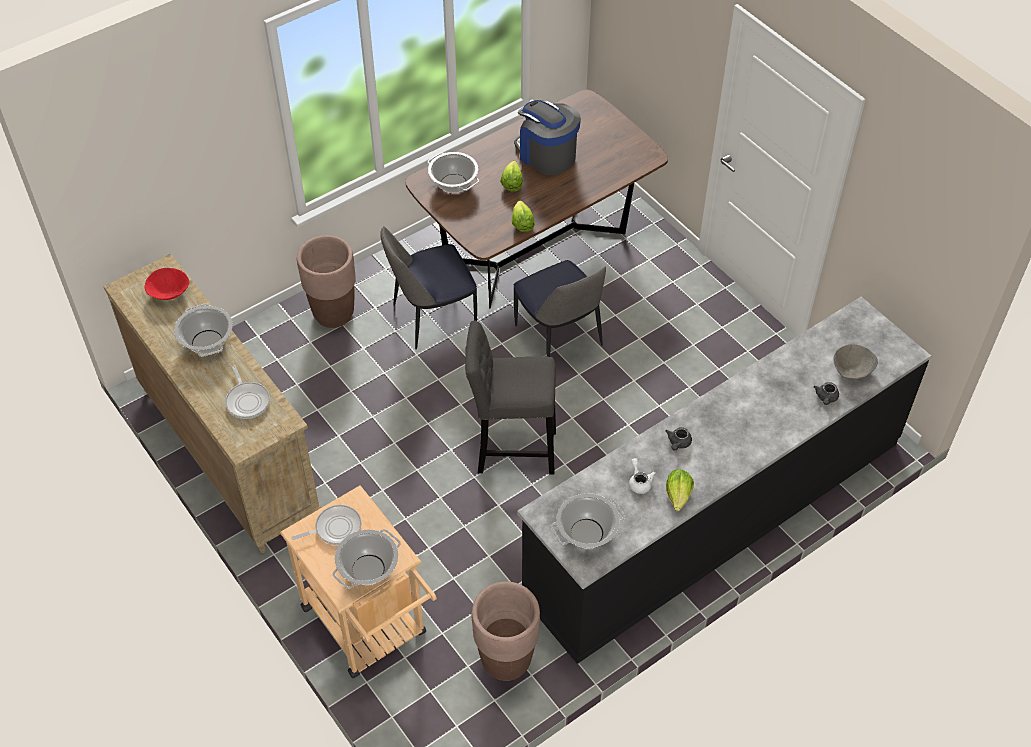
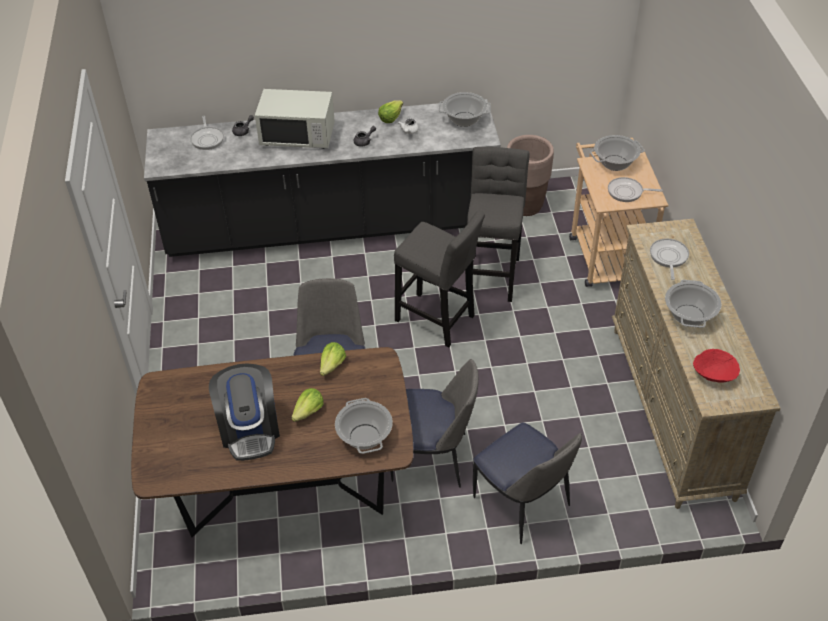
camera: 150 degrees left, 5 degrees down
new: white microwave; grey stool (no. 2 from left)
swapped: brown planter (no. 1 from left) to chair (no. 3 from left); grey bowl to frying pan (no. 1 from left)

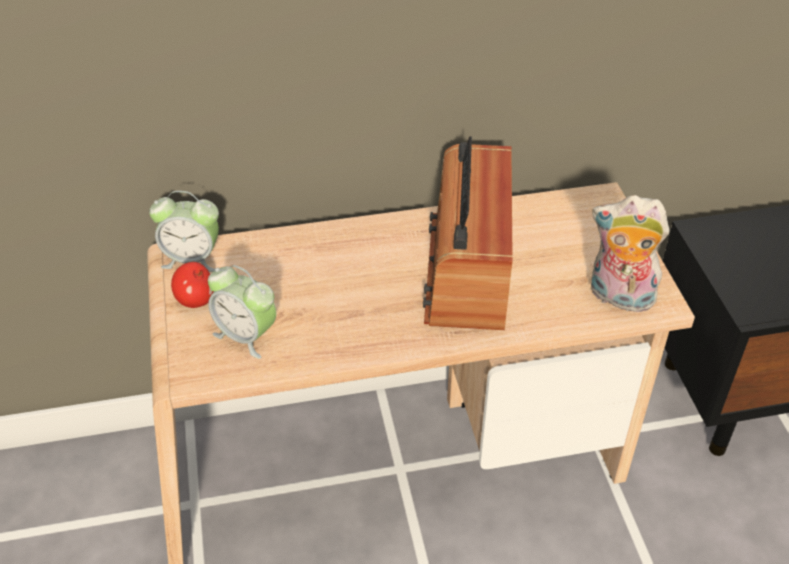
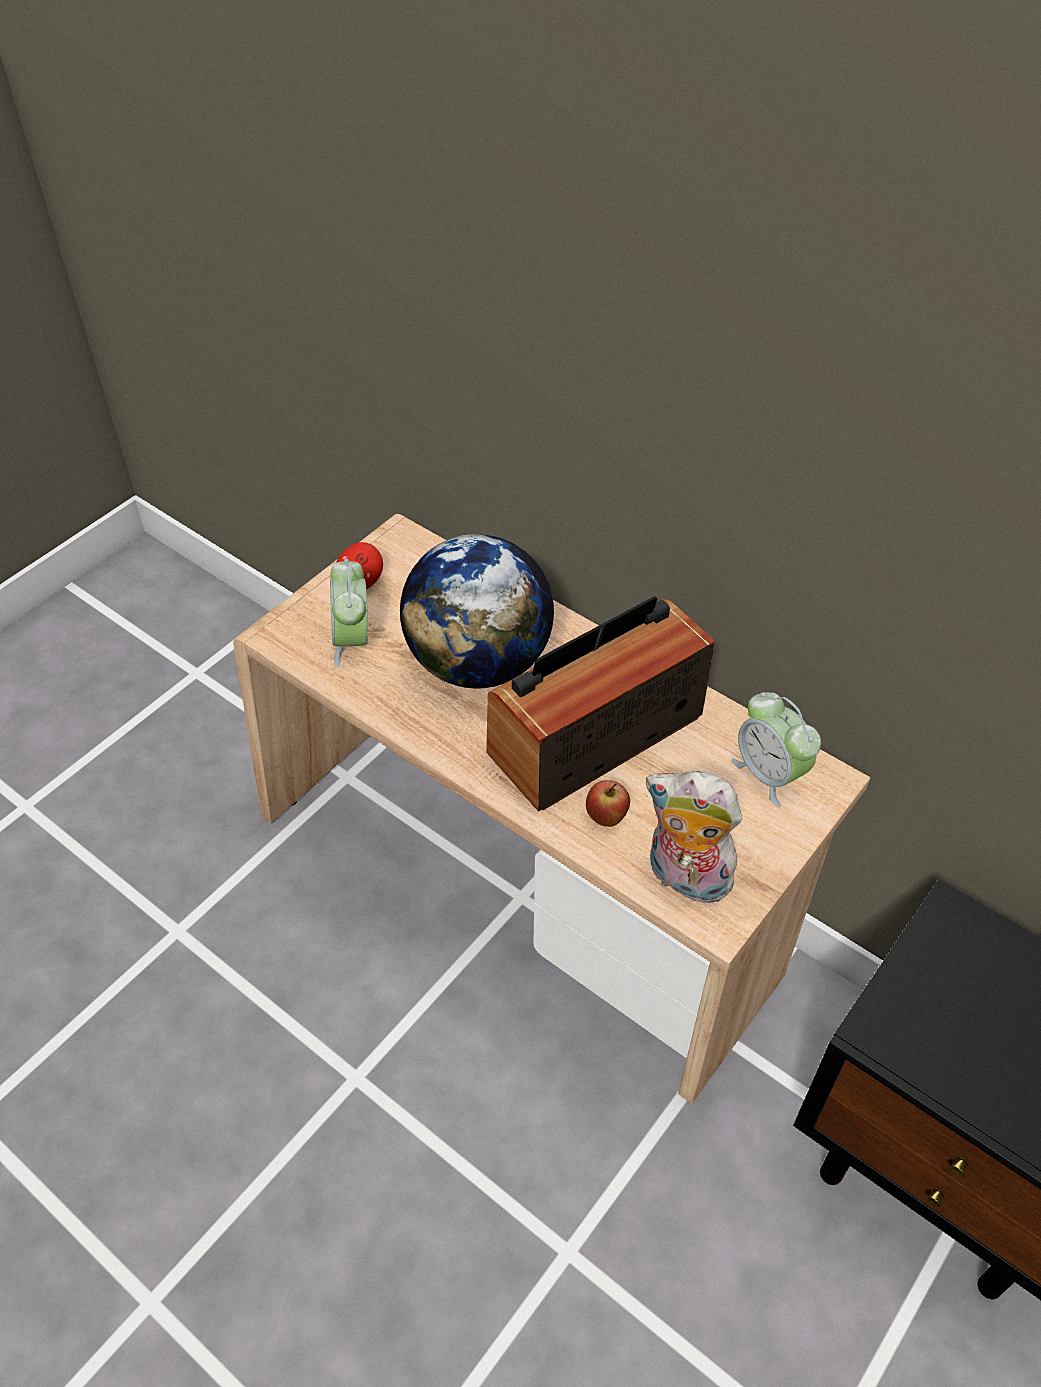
camera: 50 degrees right, 5 degrees up
new: globe; apple (no. 2 from left)
shifted: alarm clock (no. 1 from left in the first image) to alarm clock (no. 2 from left)
rotated: plush toy 45 degrees counterclockwise

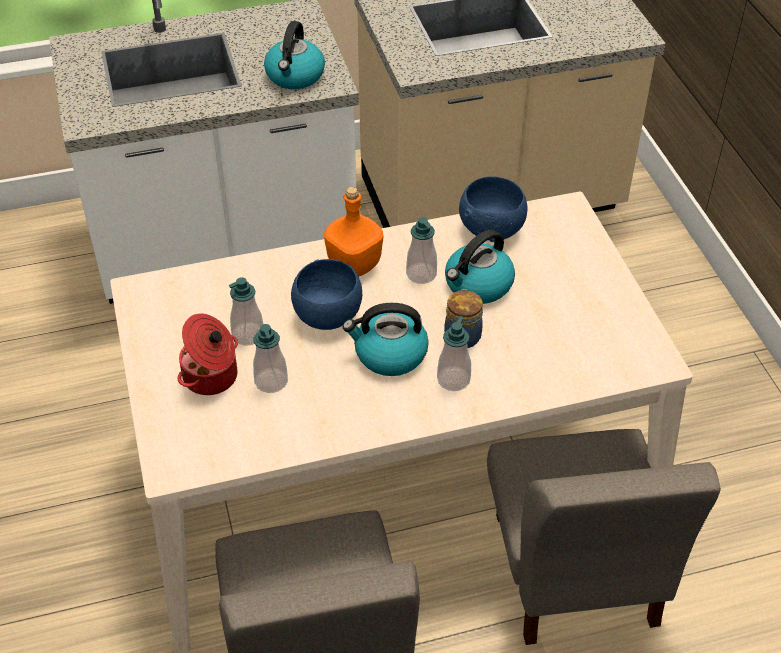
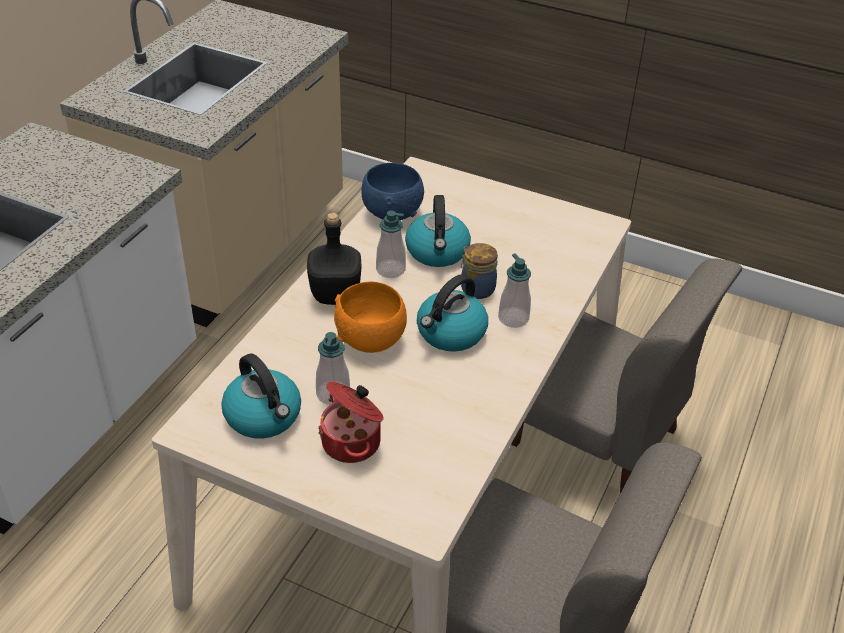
camera: 50 degrees left, 5 degrees down
gone: soap dispenser (no. 2 from left)
shifted: kettle (no. 1 from left)
repainted: orange bottle to black bottle; blue bowl (no. 1 from left) to orange bowl

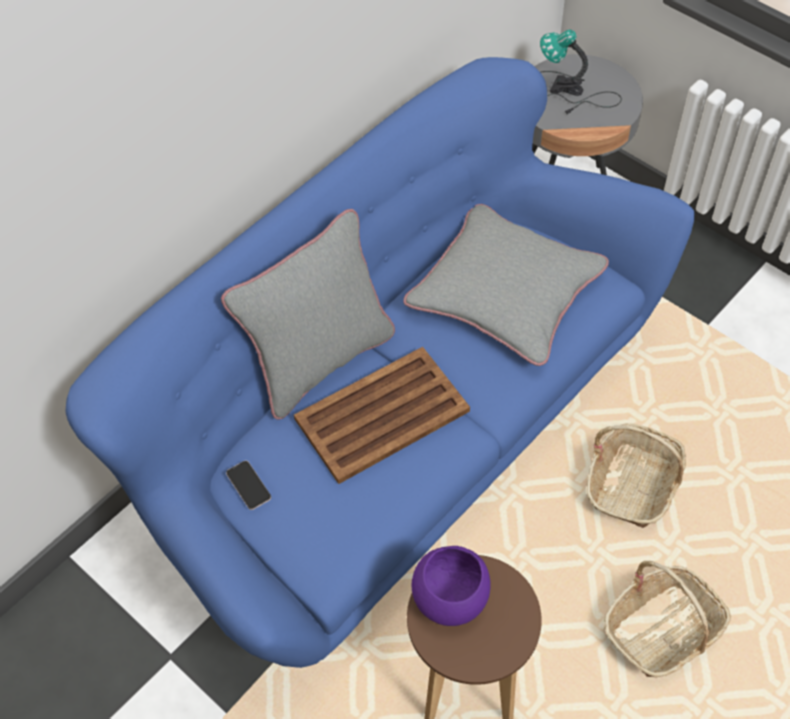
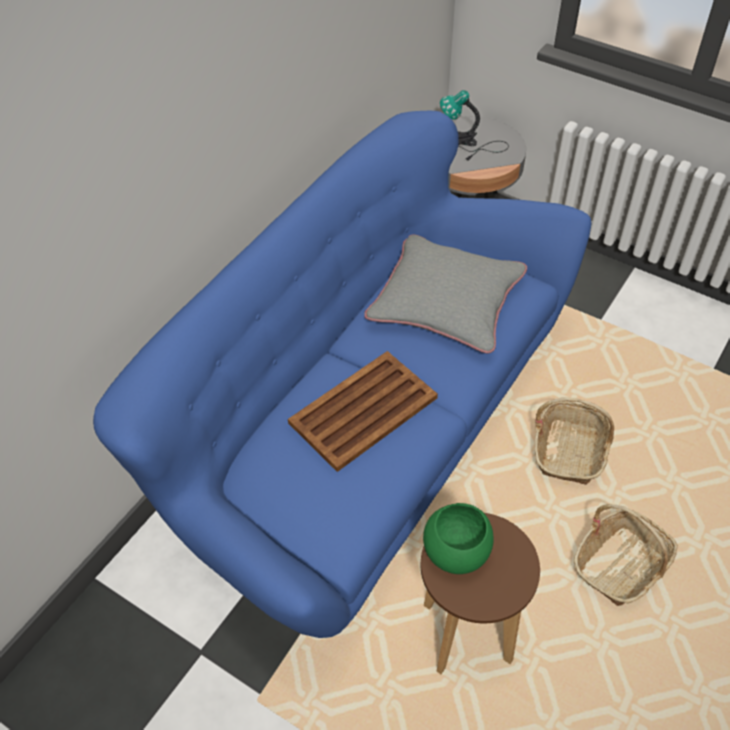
camera: 10 degrees left, 5 degrees down
gone: grey pillow (no. 1 from left); phone
repainted: purple bowl to green bowl

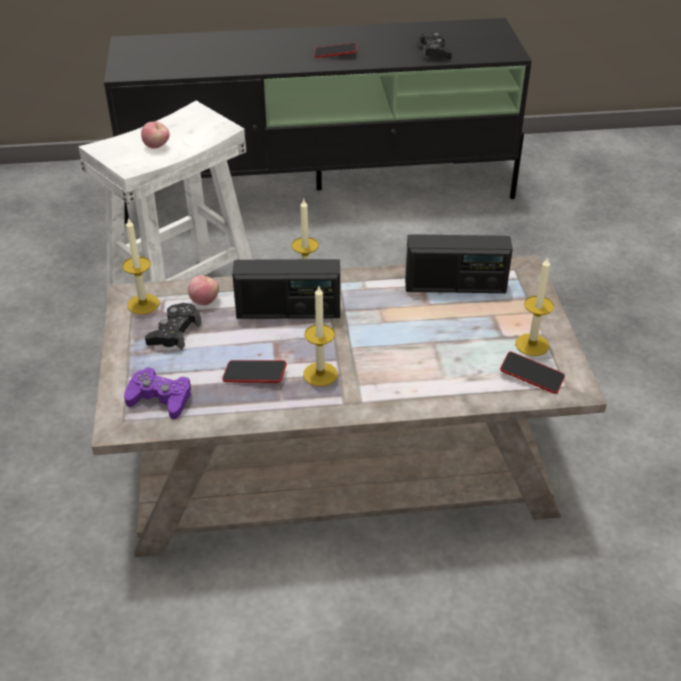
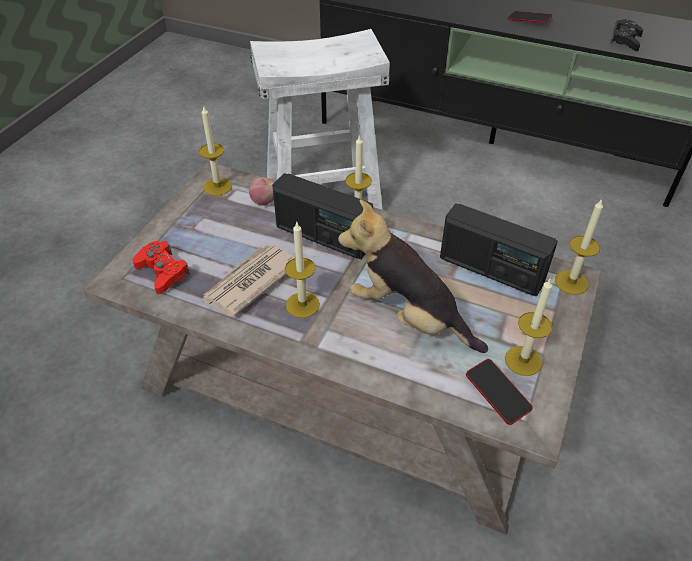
camera: 30 degrees right, 5 degrees up
gone: apple (no. 1 from left); black game controller (no. 1 from left)
new: candle (no. 5 from left); plush toy
swapped: phone (no. 1 from left) to newspaper
repainted: purple game controller to red game controller

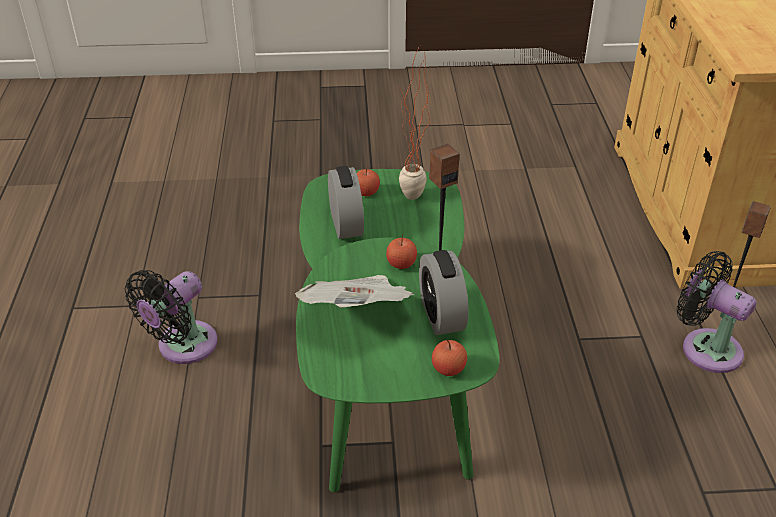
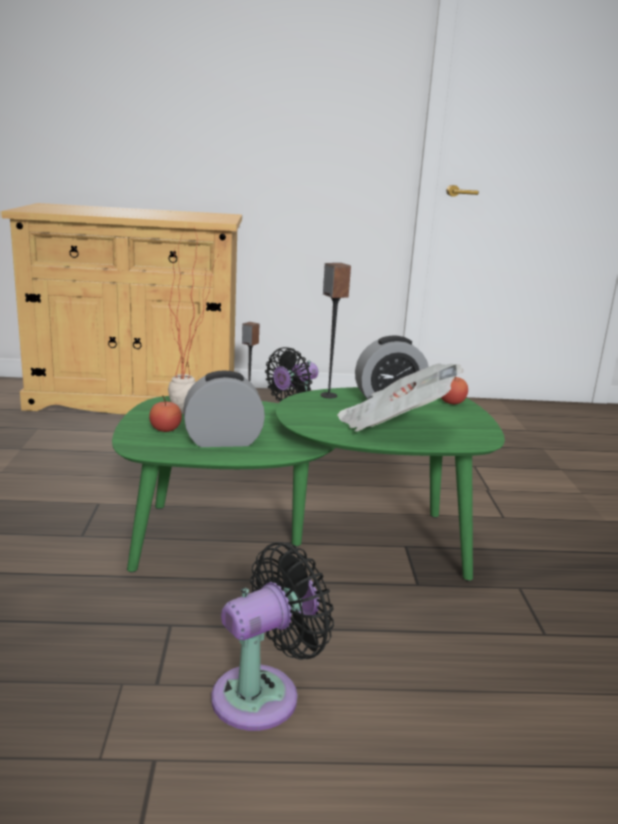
camera: 90 degrees left, 20 degrees down
gone: apple (no. 2 from left)
rotated: black fan (no. 1 from left) 75 degrees counterclockwise

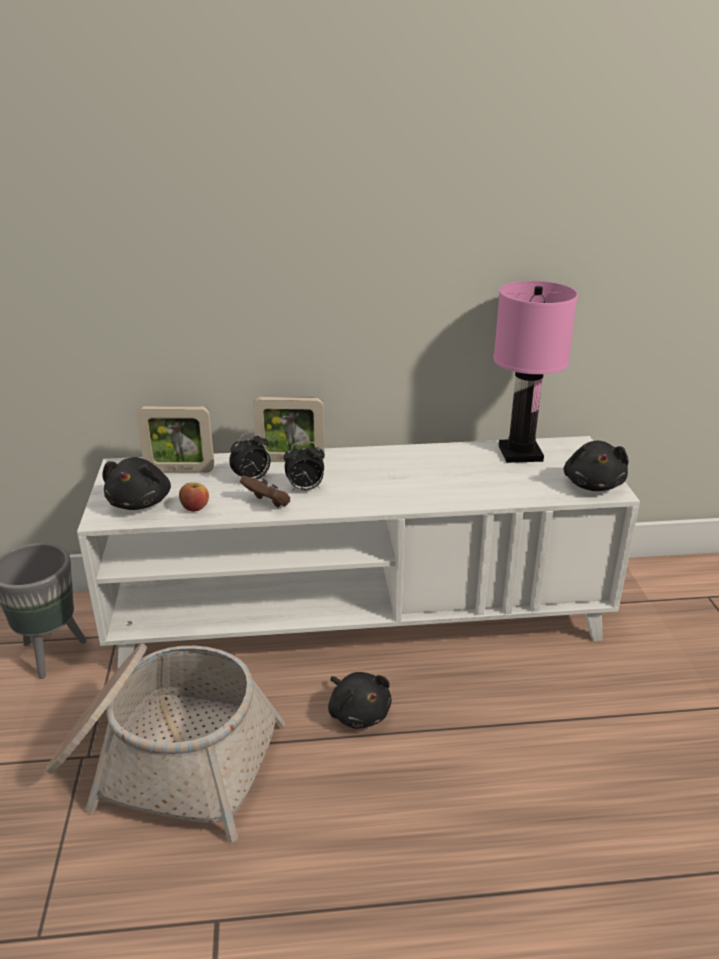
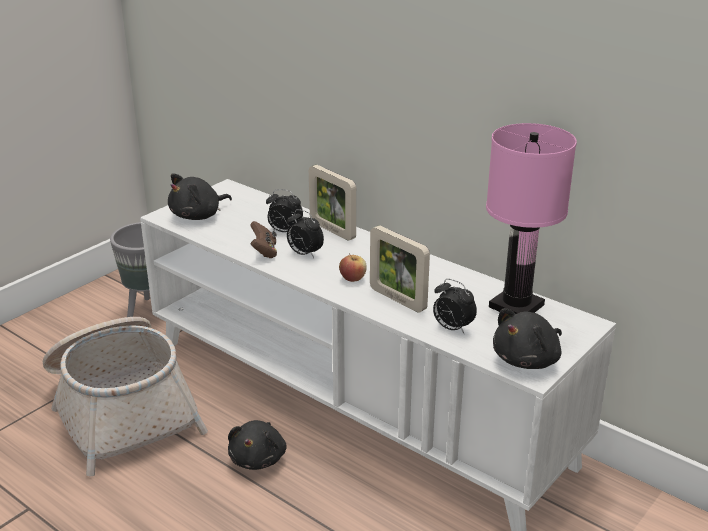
camera: 45 degrees right, 0 degrees up
new: alarm clock (no. 3 from left)
shifted: picture frame (no. 1 from left in the first image) to picture frame (no. 2 from left); apple

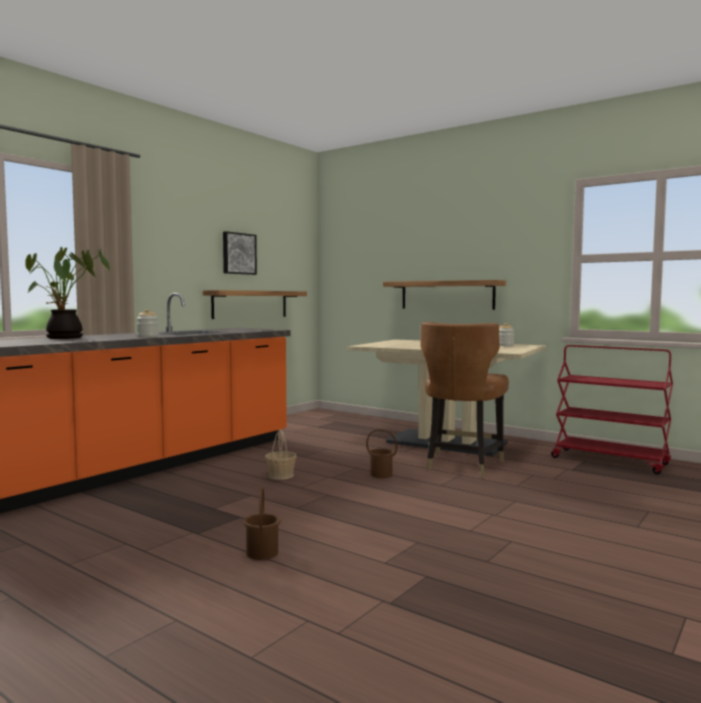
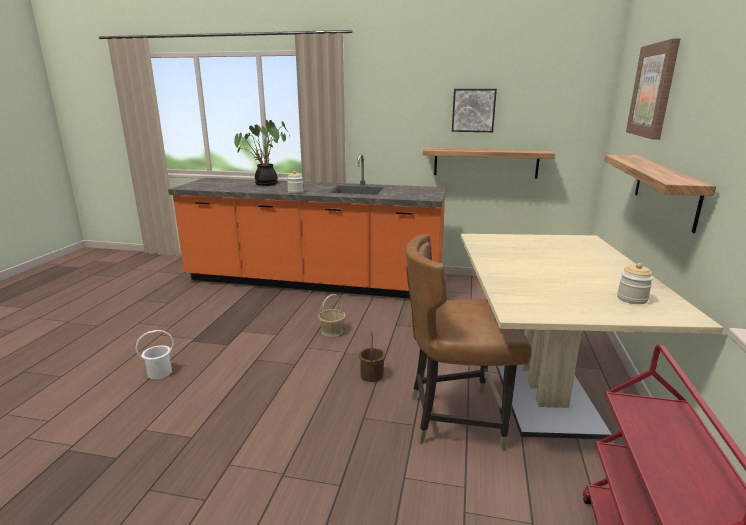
camera: 65 degrees right, 15 degrees up
new: picture (no. 2 from left)
repainted: brown bucket (no. 1 from left) to white bucket

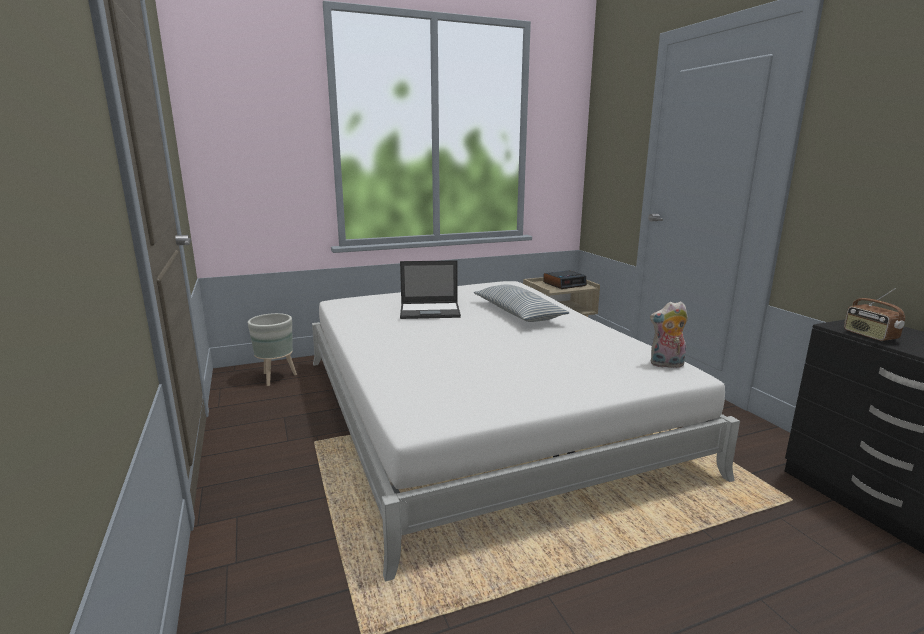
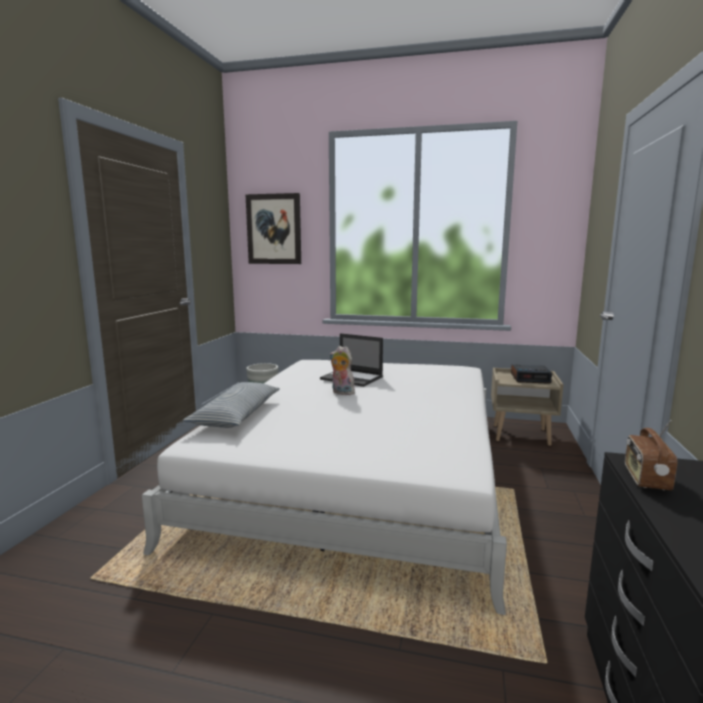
camera: 35 degrees right, 5 degrees down
new: picture
shifted: pillow; plush toy

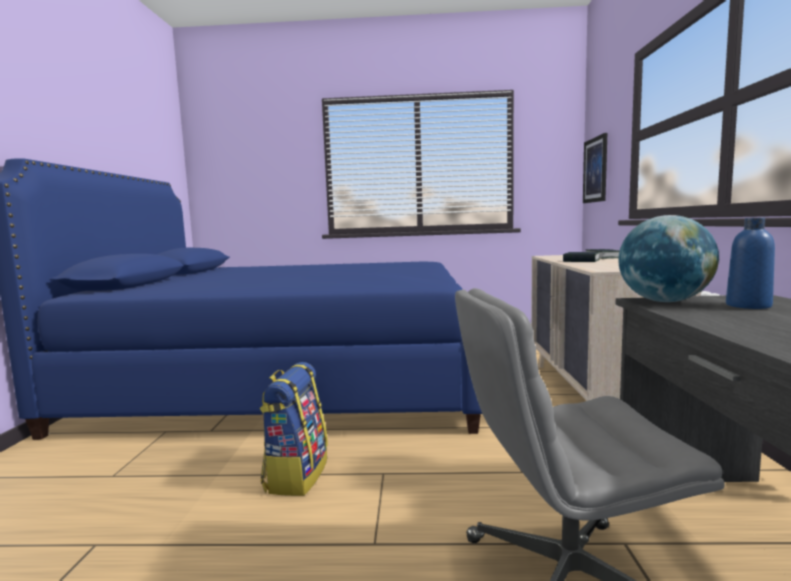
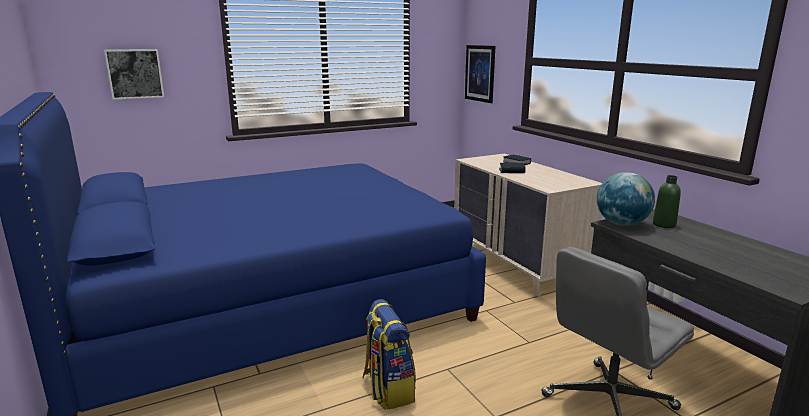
camera: 30 degrees left, 10 degrees up
new: picture (no. 1 from left)
repainted: blue bottle to green bottle

